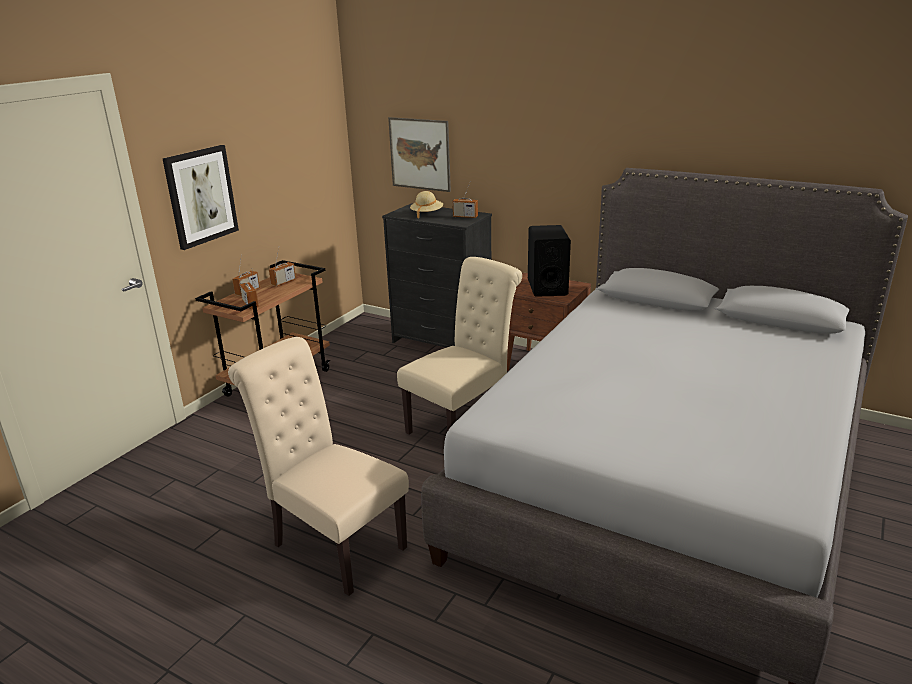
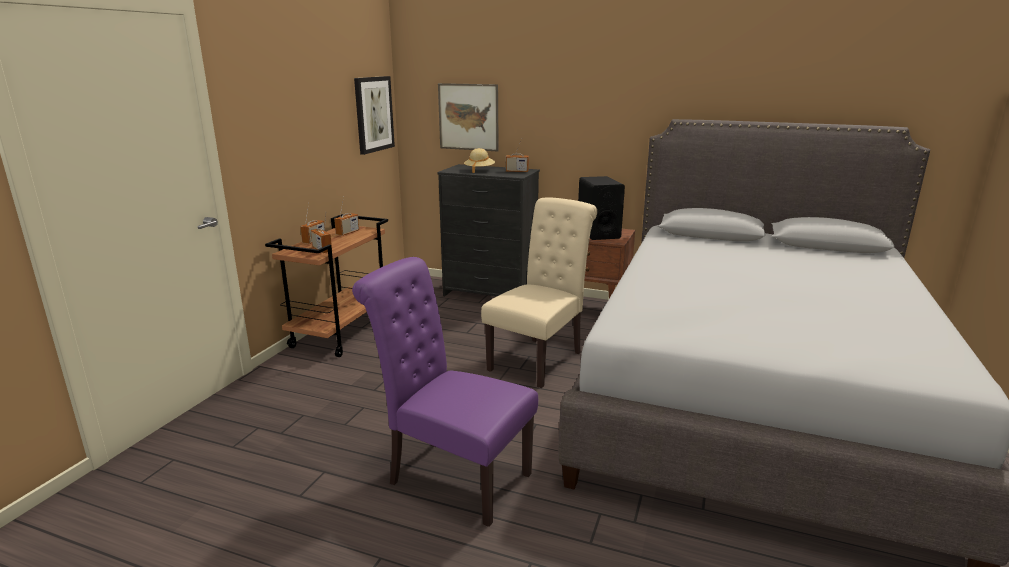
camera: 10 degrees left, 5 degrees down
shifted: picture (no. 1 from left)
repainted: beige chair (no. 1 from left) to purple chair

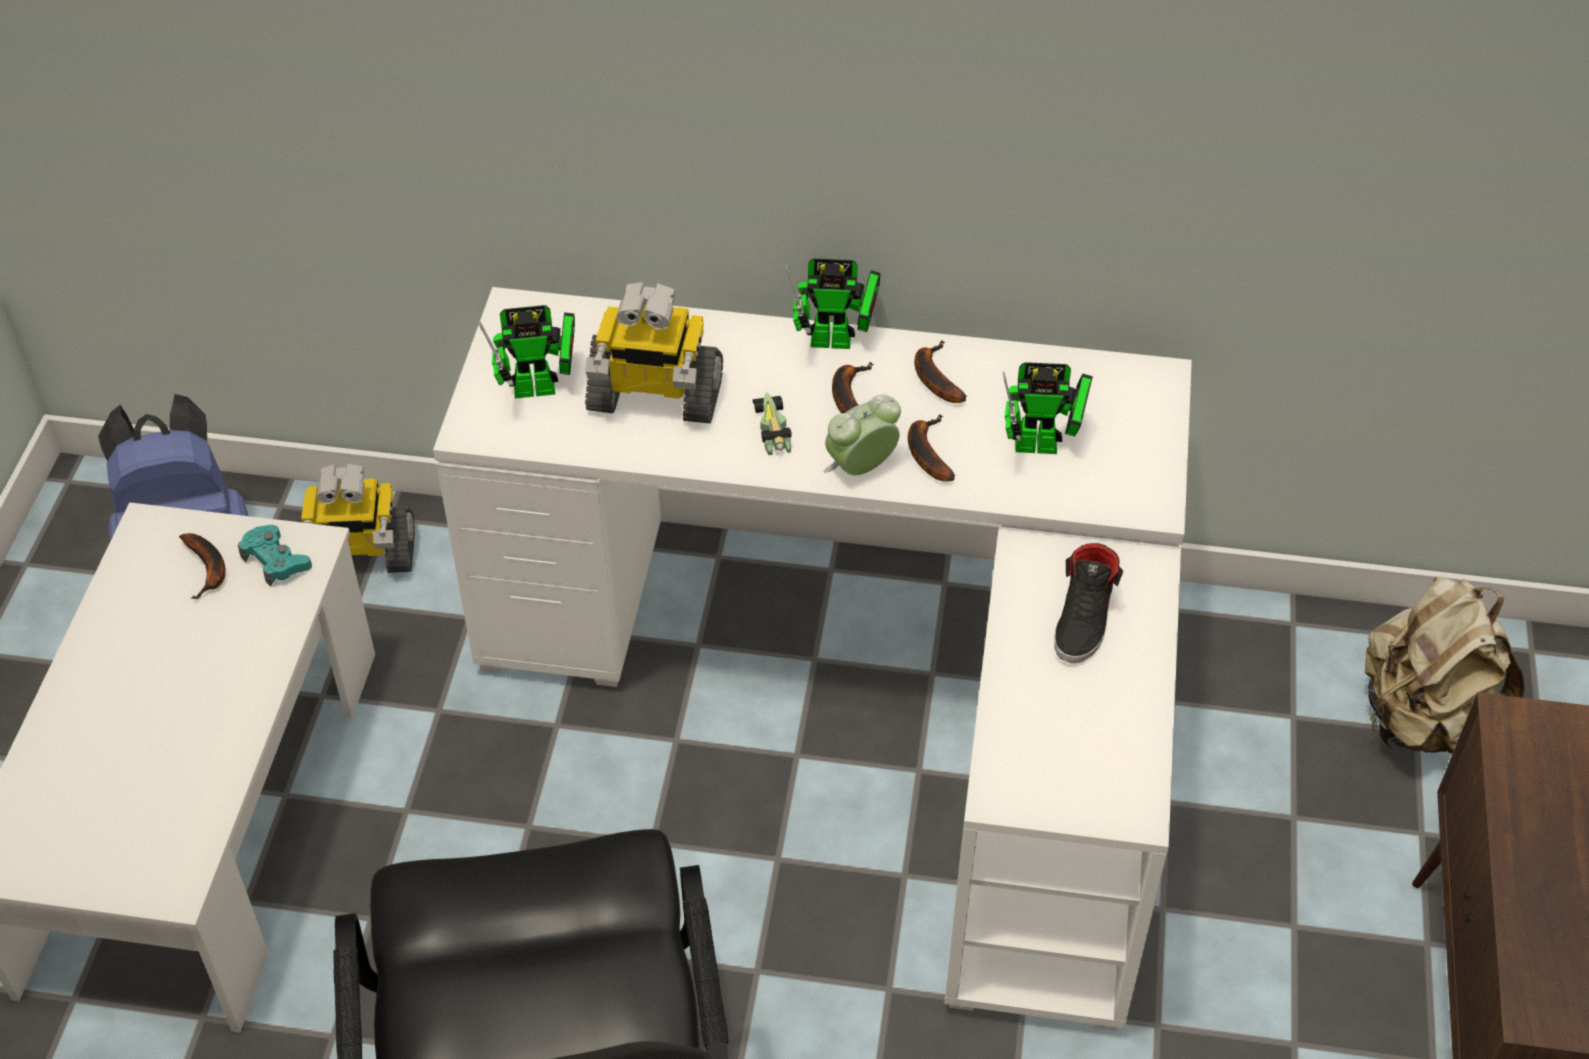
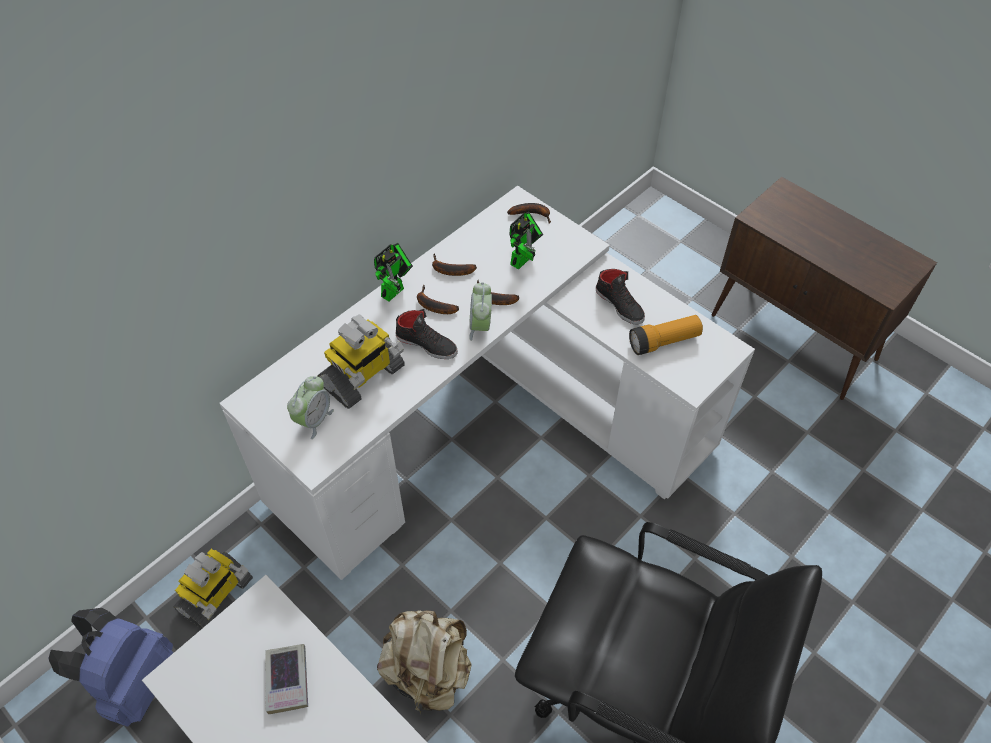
camera: 55 degrees left, 5 degrees up
gone: turquoise game controller
new: flashlight; book
shifted: banana (no. 1 from left in the first image) to banana (no. 4 from left); beige backpack
swapped: toy robot (no. 2 from left) to alarm clock (no. 1 from left); toy car to black shoe (no. 1 from left)

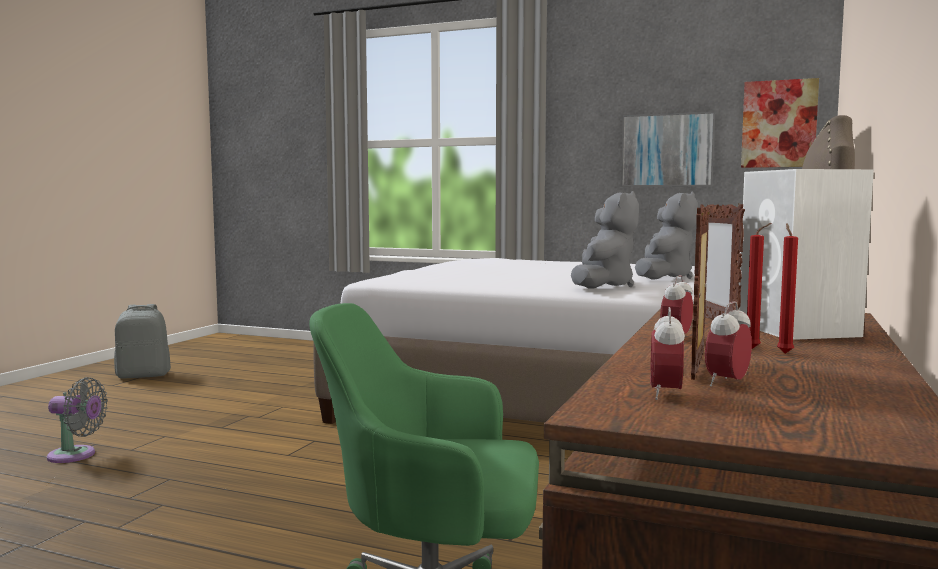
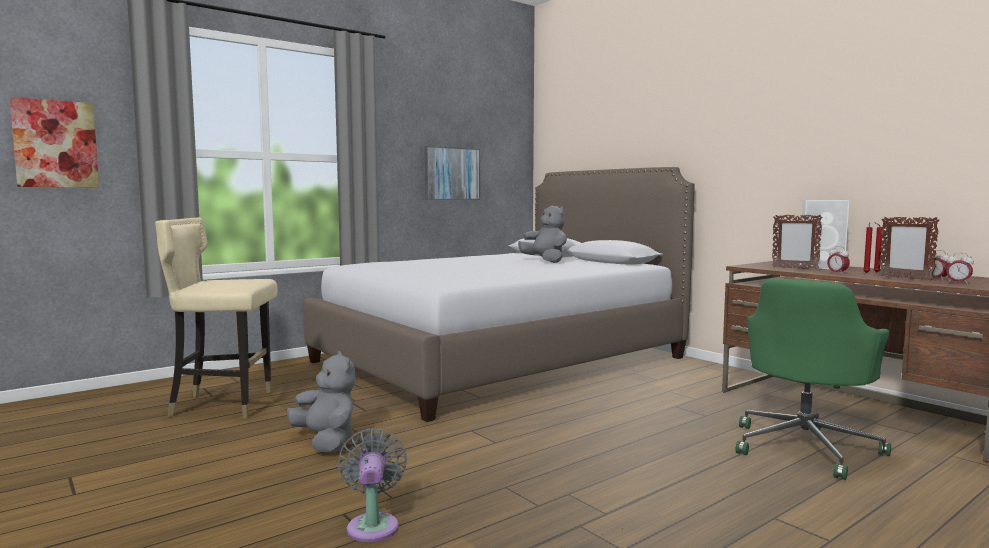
camera: 60 degrees left, 0 degrees up
gone: grey backpack
new: beige chair
shifted: picture (no. 2 from left in the first image) to picture (no. 1 from left); grey plush toy (no. 1 from left)
rotated: grey fan 45 degrees counterclockwise

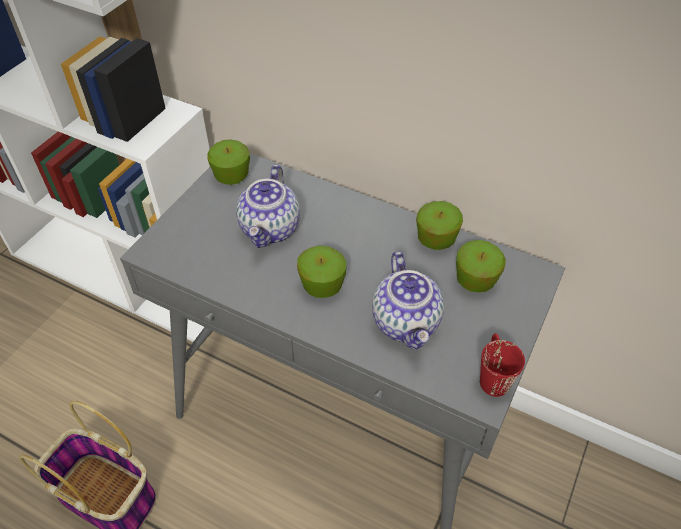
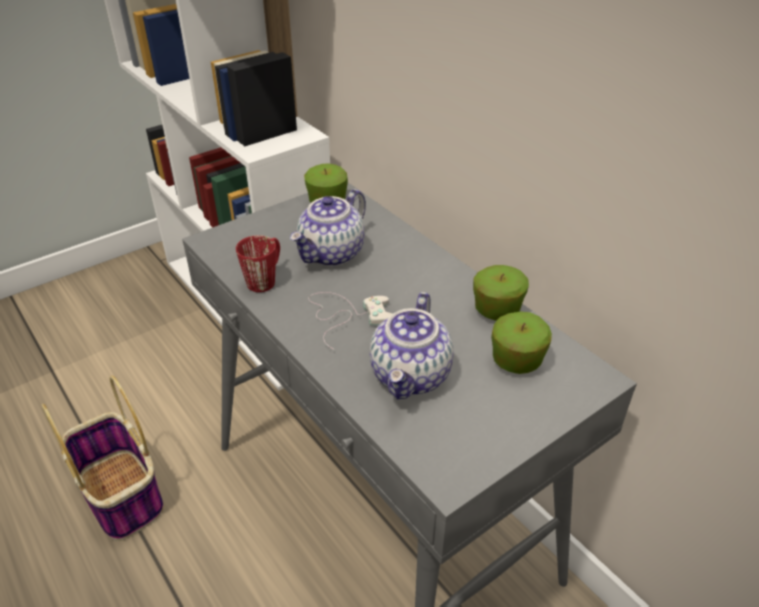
camera: 25 degrees right, 10 degrees down
shifted: red mug
swapped: apple (no. 2 from left) to white game controller

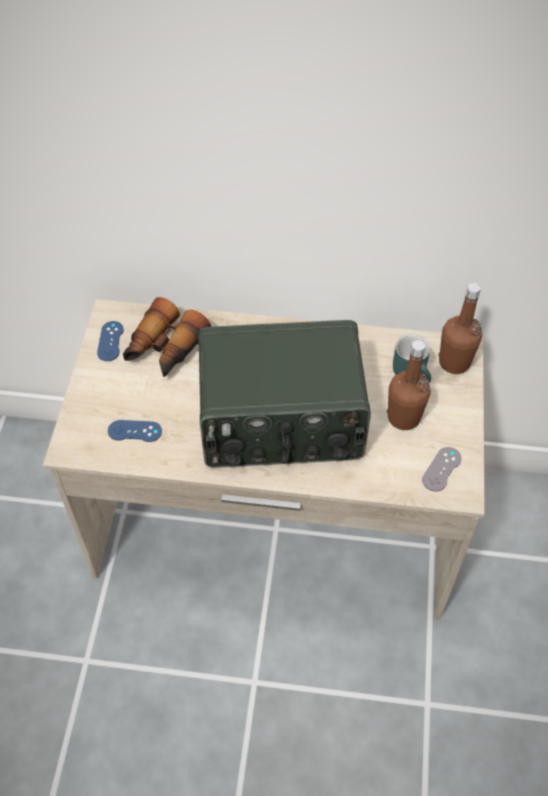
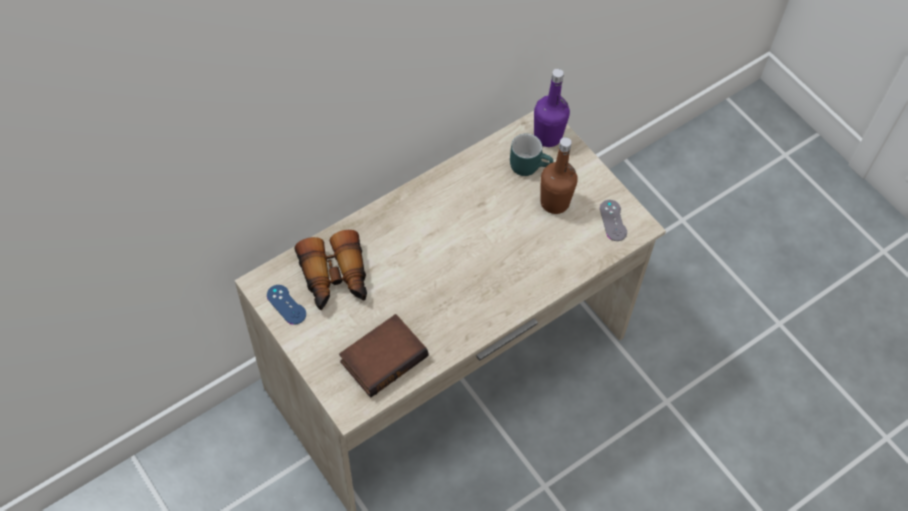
camera: 45 degrees left, 5 degrees up
gone: radio
swapped: blue game controller (no. 2 from left) to book
repainted: brown bottle (no. 2 from left) to purple bottle

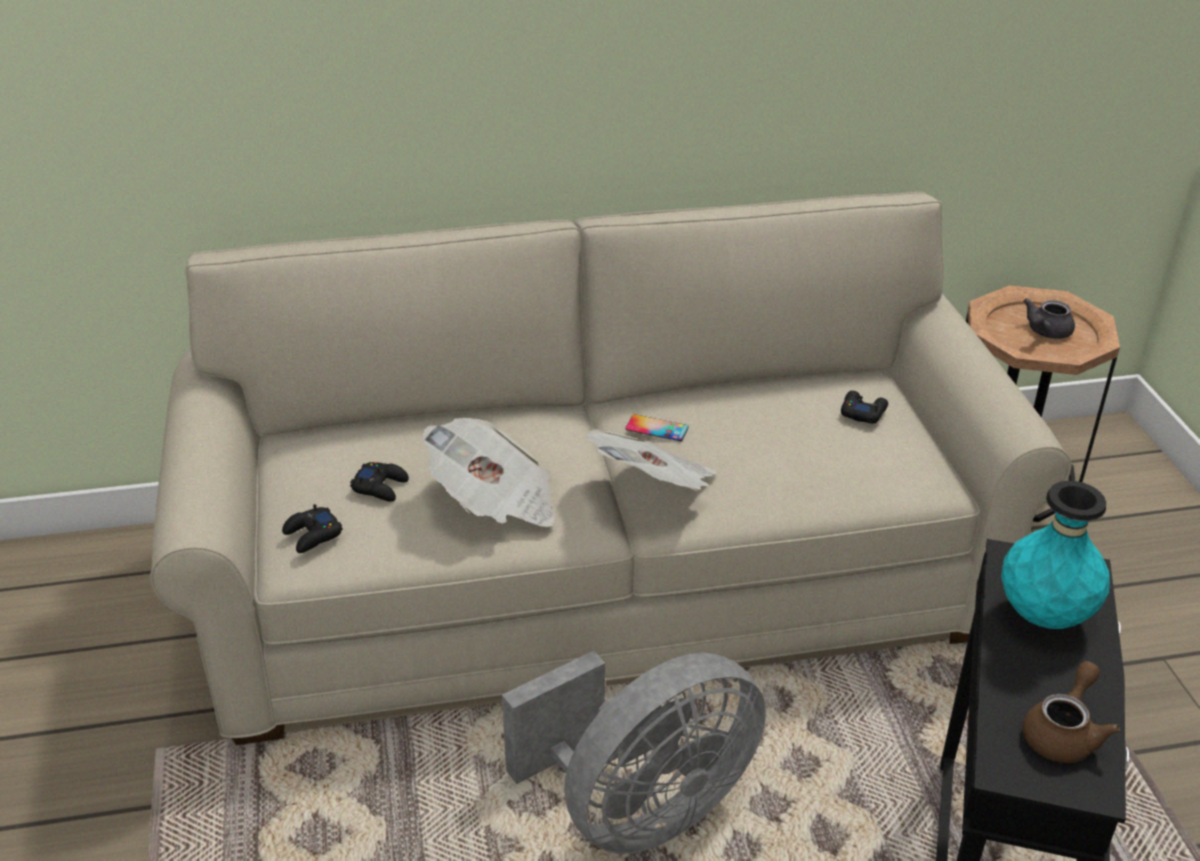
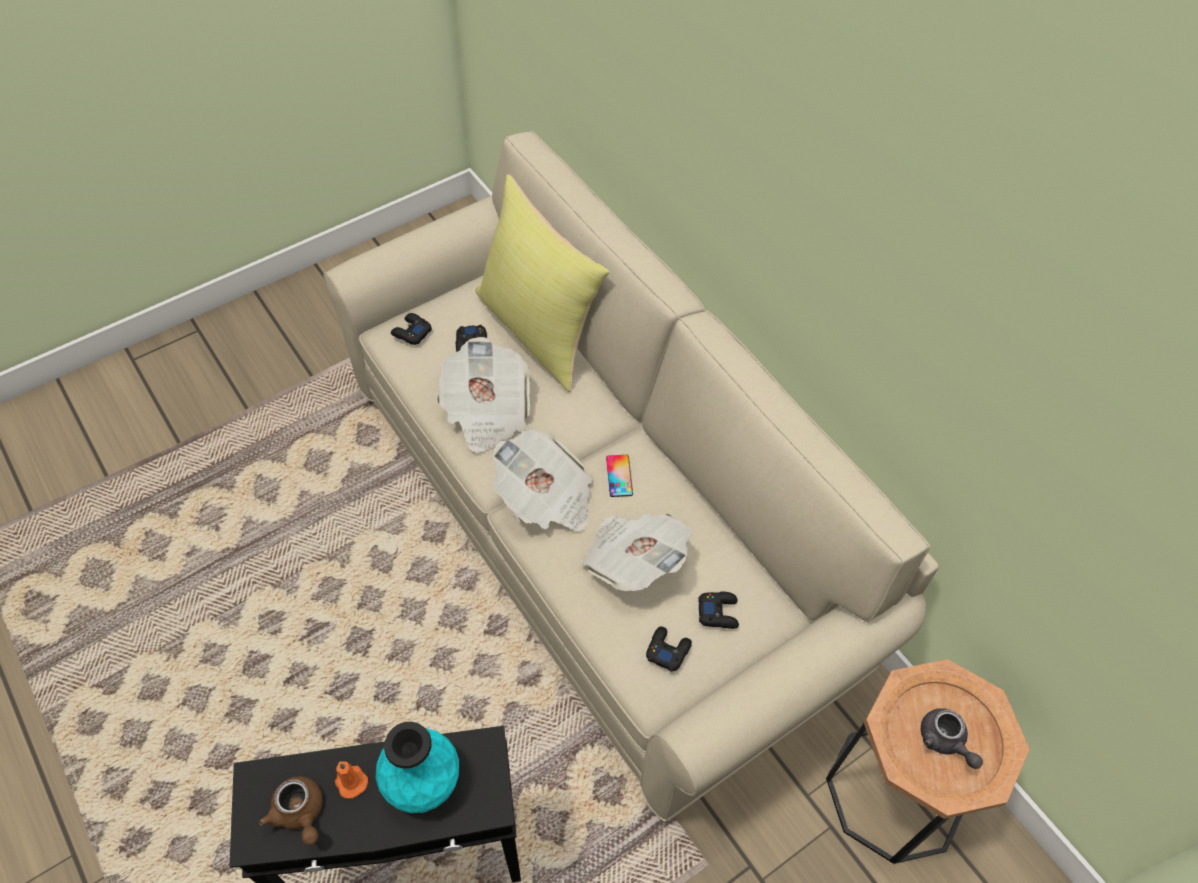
camera: 65 degrees right, 20 degrees up
gone: grey fan
new: yellow pillow; newspaper (no. 3 from left); black game controller (no. 3 from left); orange candle
rotated: grey teapot 135 degrees counterclockwise; brown teapot 45 degrees clockwise

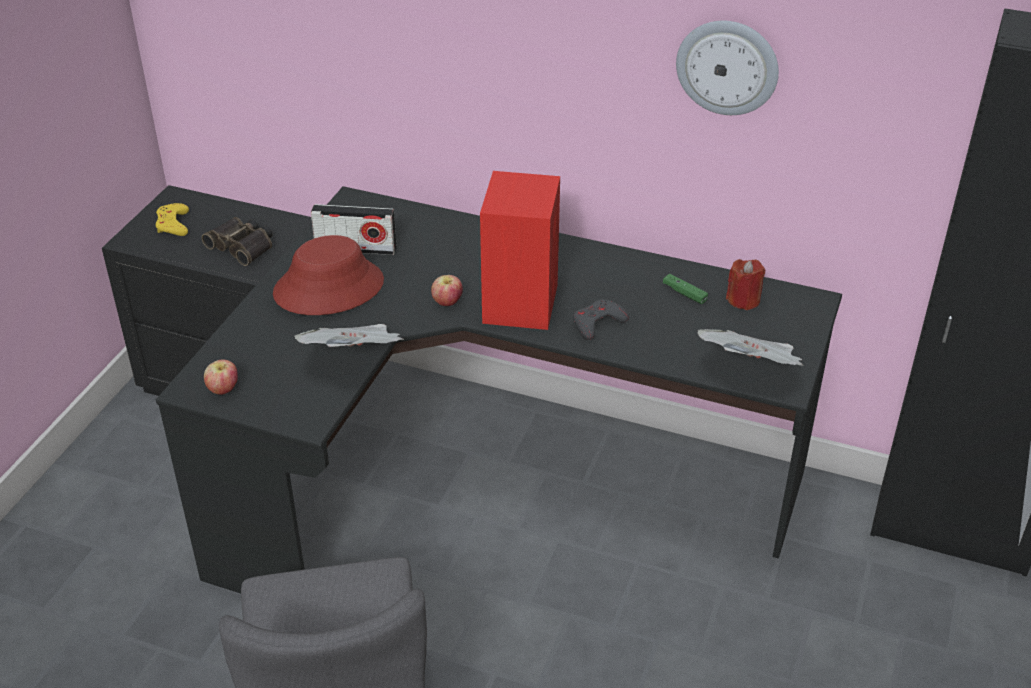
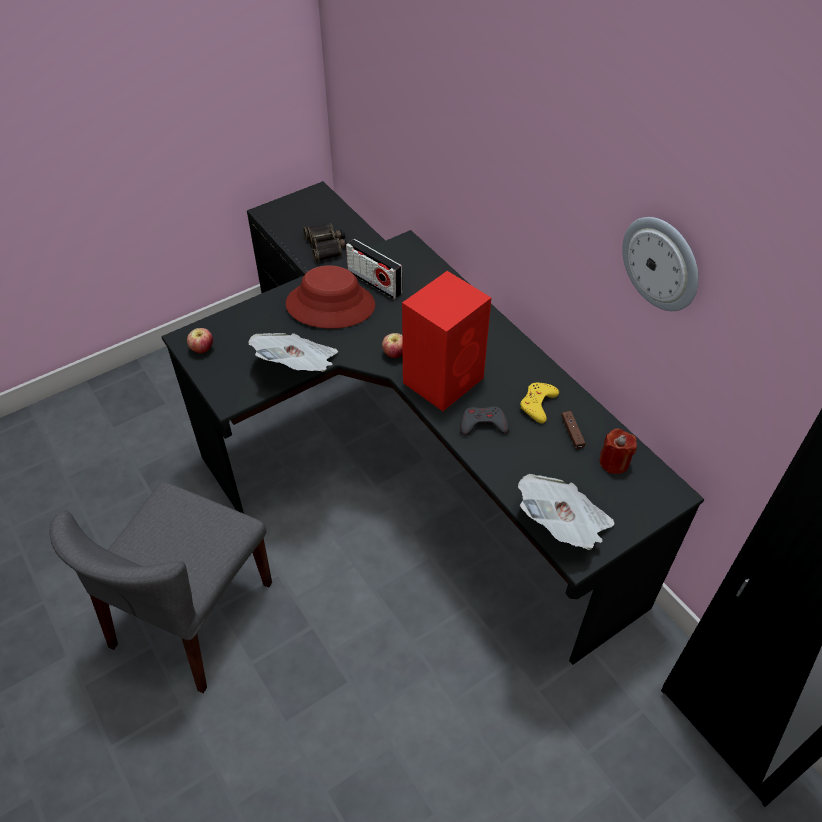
camera: 35 degrees right, 10 degrees up
shifted: yellow game controller
repainted: green game controller to brown game controller

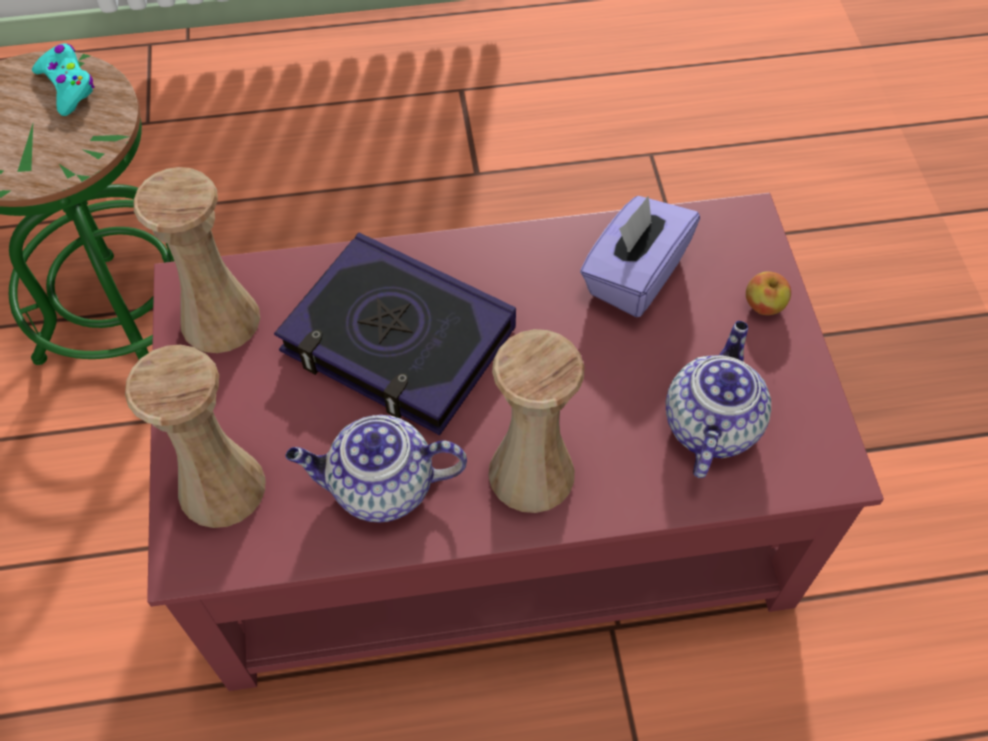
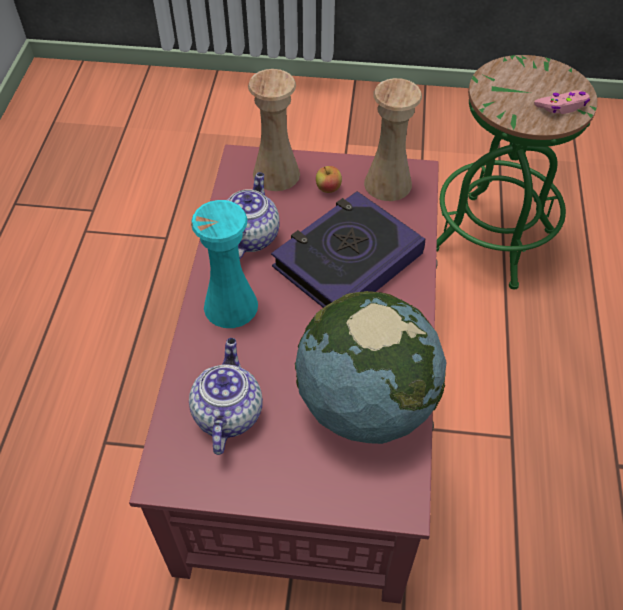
camera: 105 degrees right, 5 degrees down
shifted: apple
swapped: purple tissue box to globe
repainted: turquoise game controller to pink game controller; beige vase (no. 3 from left) to turquoise vase
rotated: teapot (no. 2 from left in the first image) 120 degrees counterclockwise

